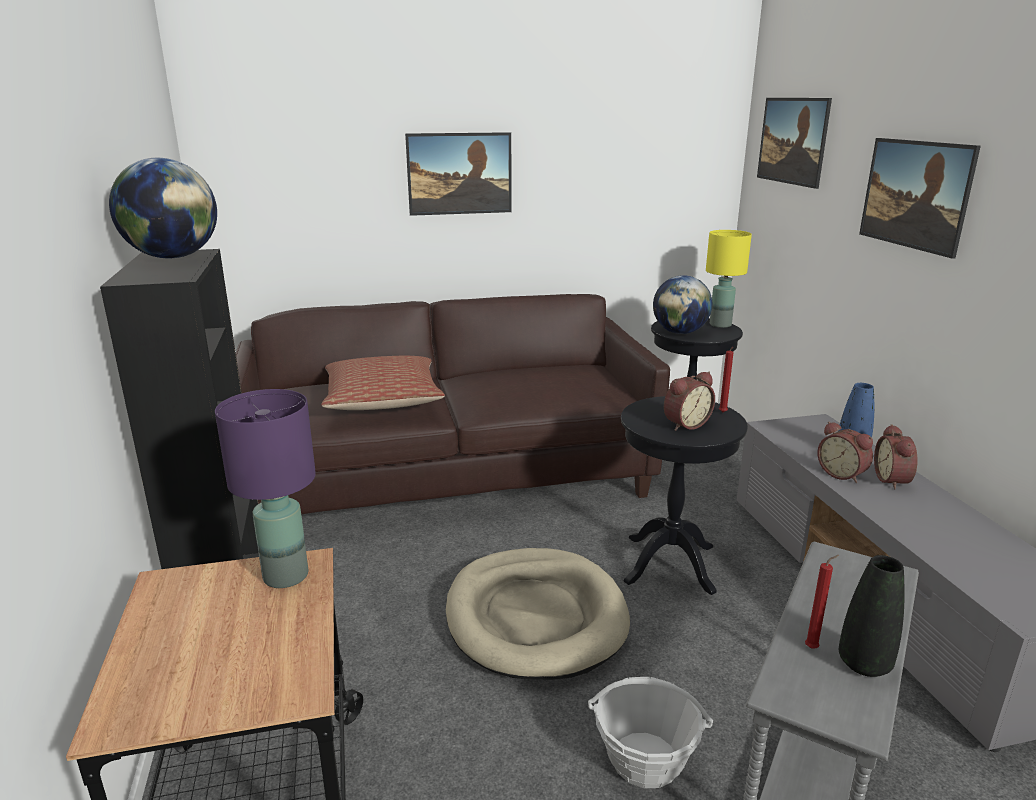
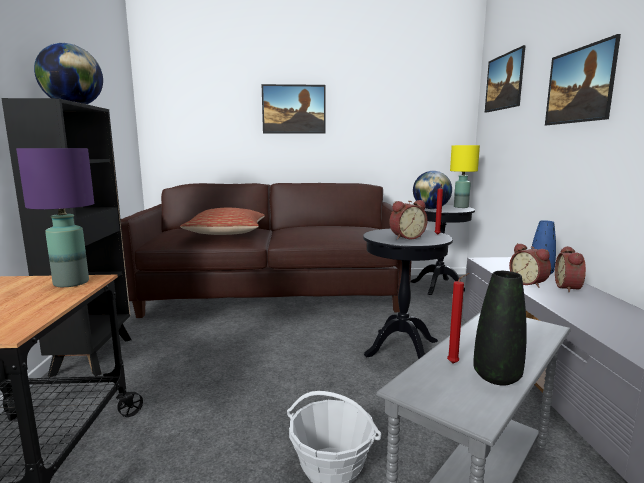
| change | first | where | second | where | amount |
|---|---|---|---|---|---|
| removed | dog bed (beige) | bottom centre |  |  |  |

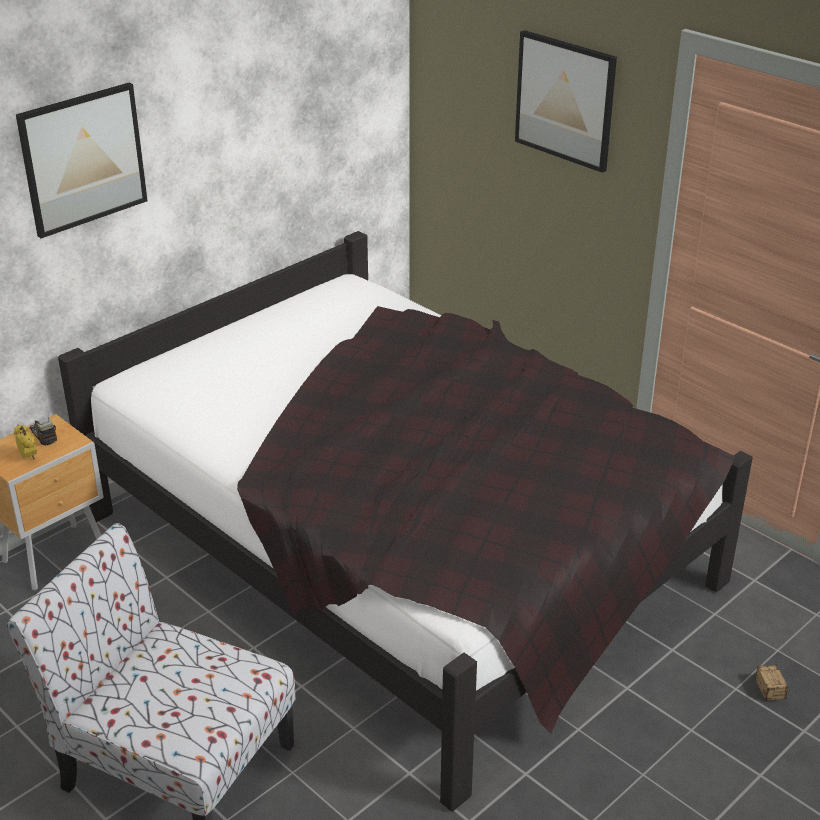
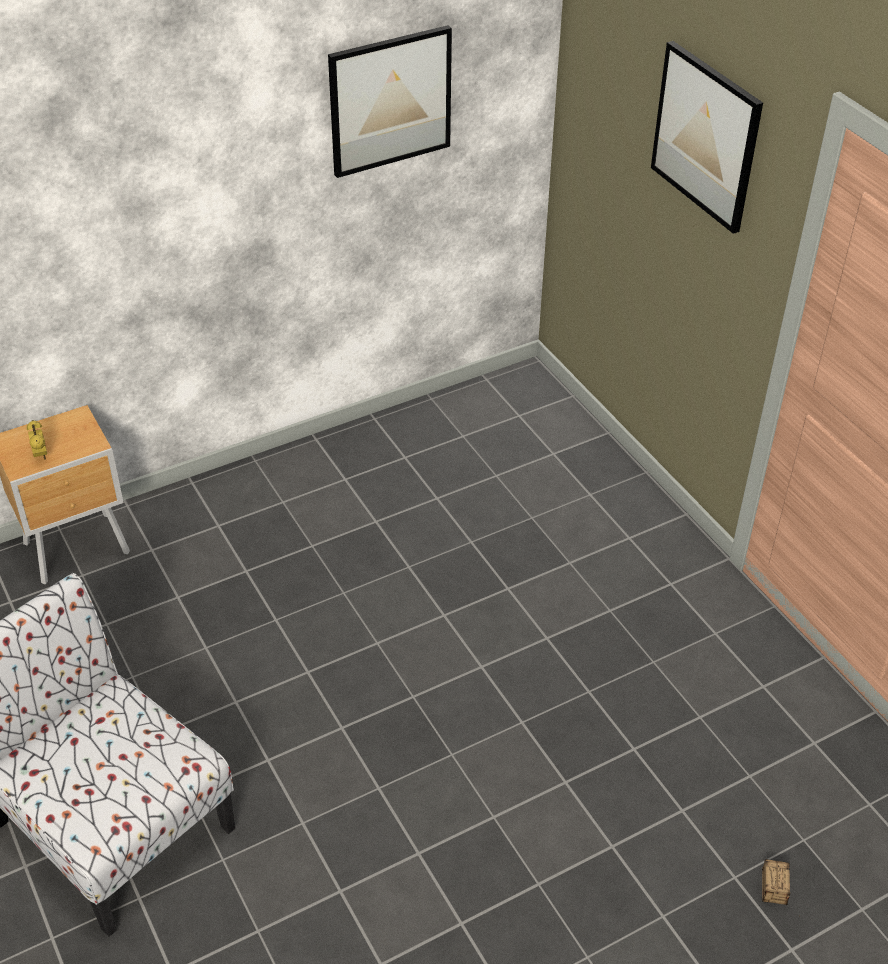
| change | first | where | second | where | amount |
|---|---|---|---|---|---|
| moved | picture (1st from left) | top left |  | top centre |  |
| removed | toy truck | middle left |  |  |  |
| removed | bed (black) | centre |  |  |  |

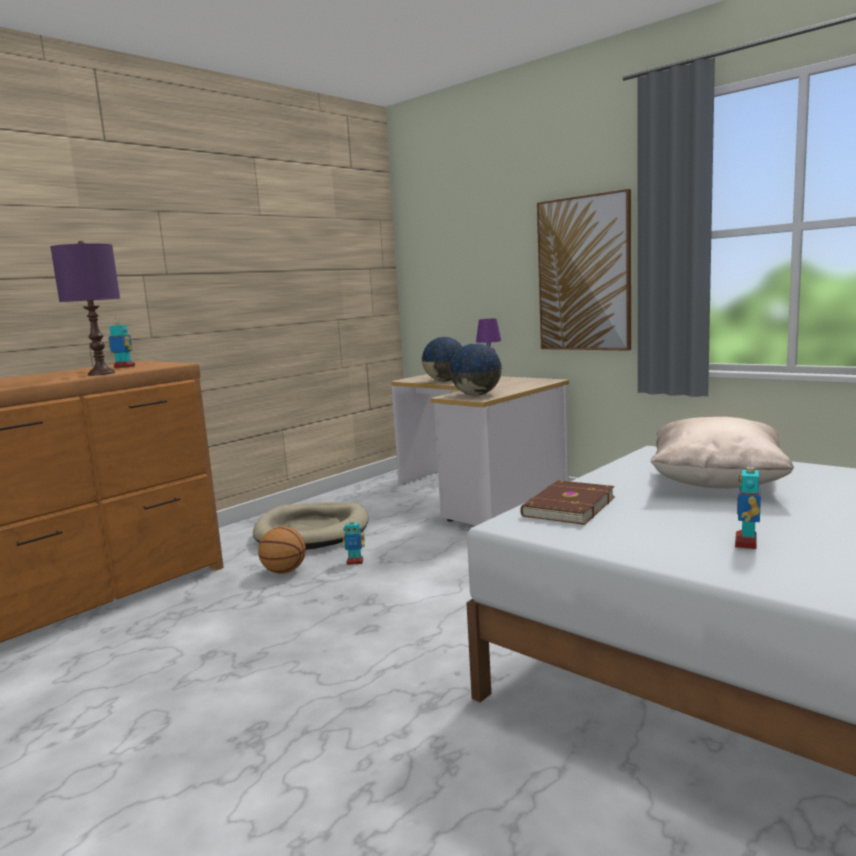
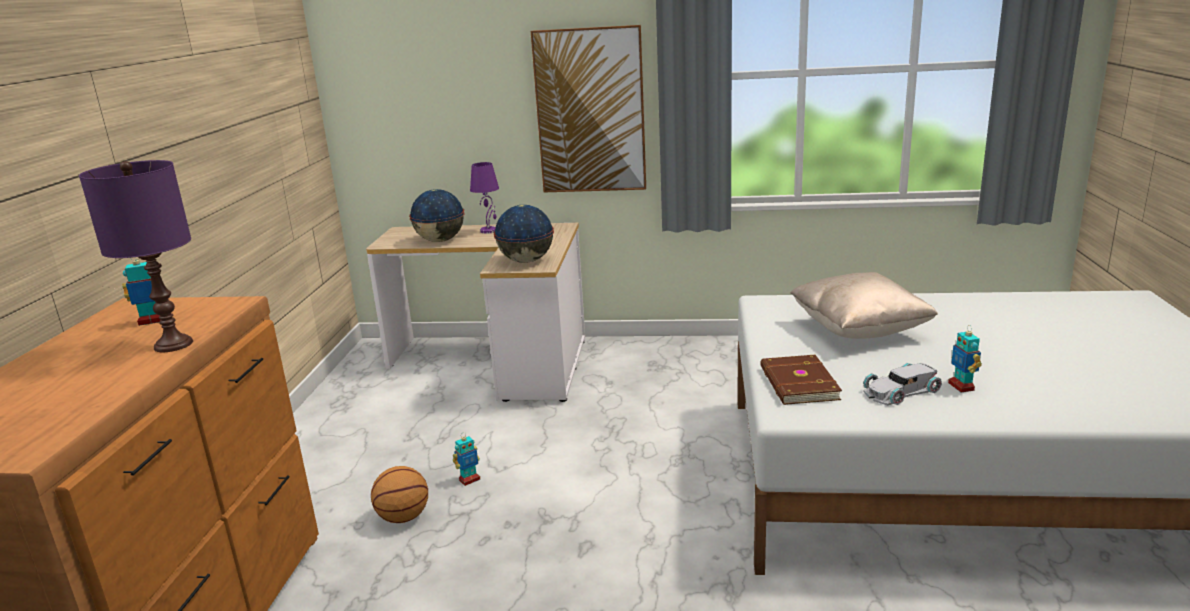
| change | first | where | second | where | amount |
|---|---|---|---|---|---|
| removed | dog bed (beige) | centre |  |  |  |
| added |  |  | toy car (white) | middle right |  |

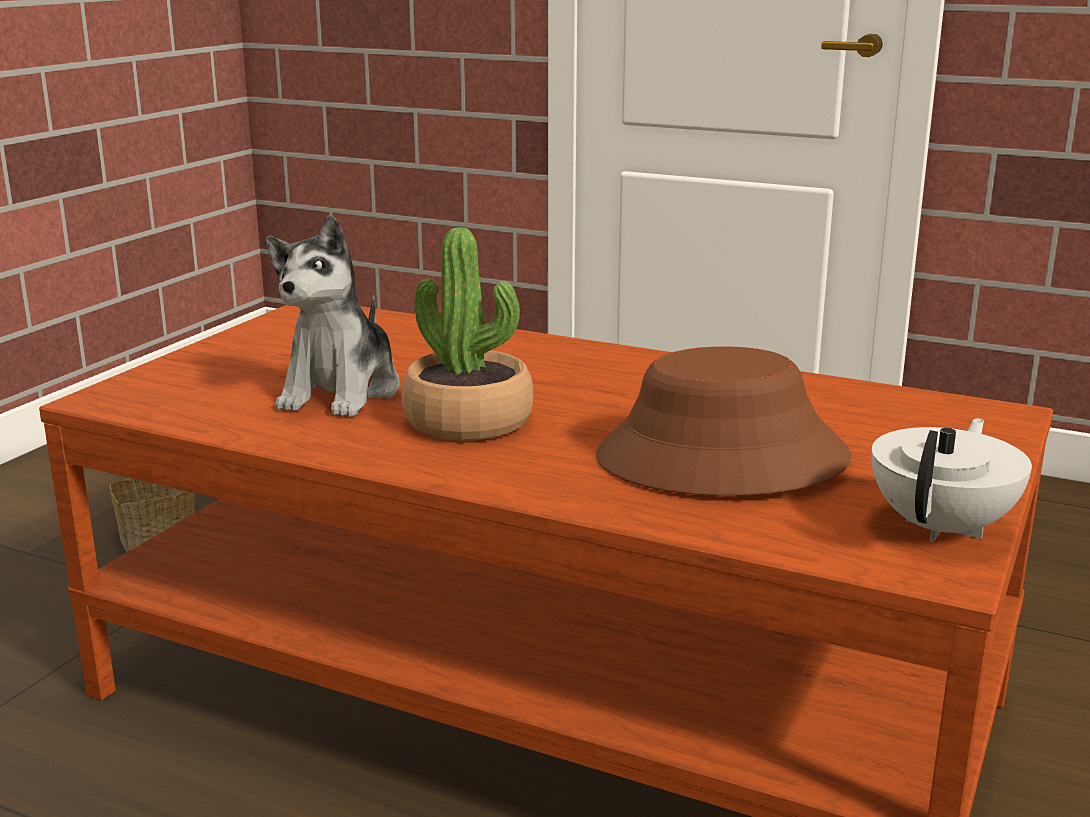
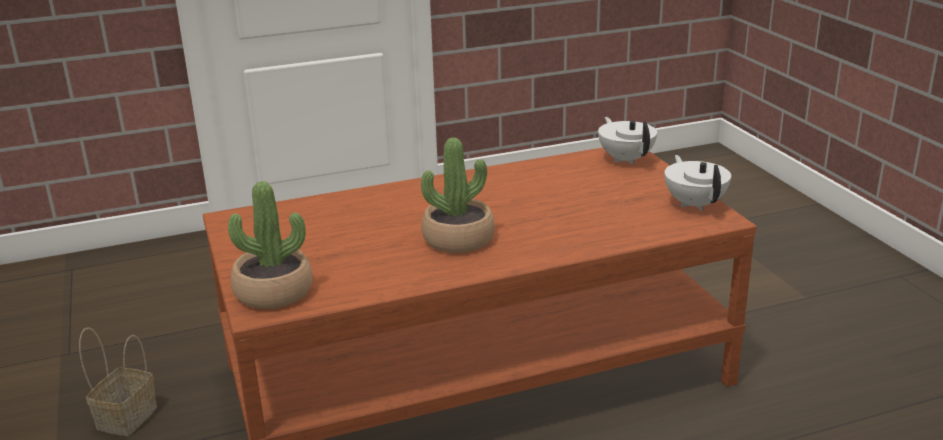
| change | first | where | second | where | amount |
|---|---|---|---|---|---|
| removed | plush toy | middle left |  |  |  |
| removed | hat (brown) | centre |  |  |  |
| added |  |  | potted plant (1st from left) | middle left |  |
| added |  |  | teapot (white) (1st from left) | top centre |  |

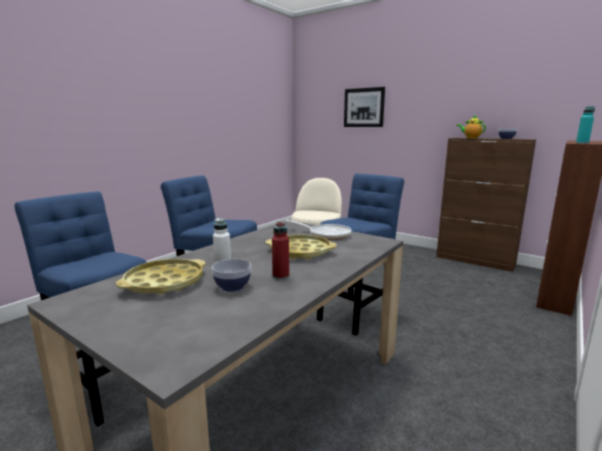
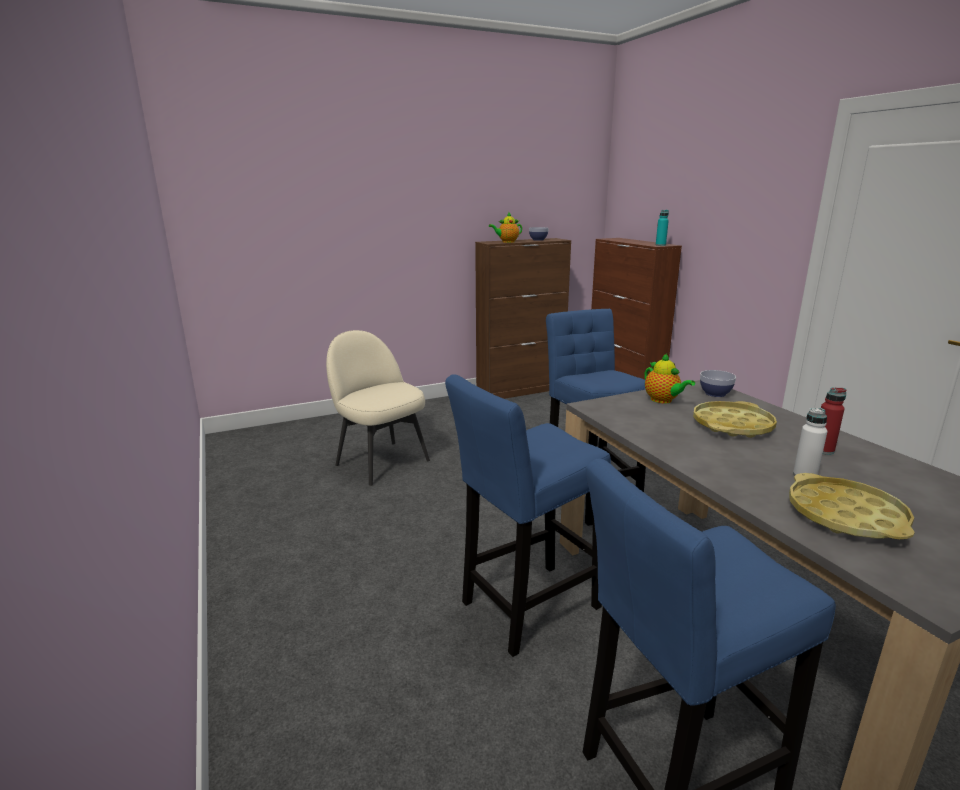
| change | first | where | second | where | amount |
|---|---|---|---|---|---|
| moved | bowl (1st from left in the first image) | centre | bowl (2nd from left) | middle right |  |
| replaced | frying pan | centre | teapot (2nd from left) | middle right |  |
| removed | picture | top centre |  |  |  |

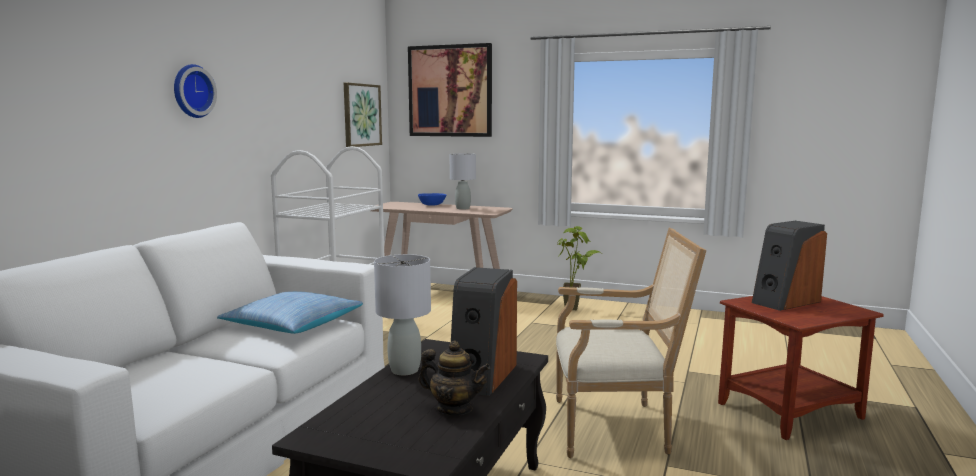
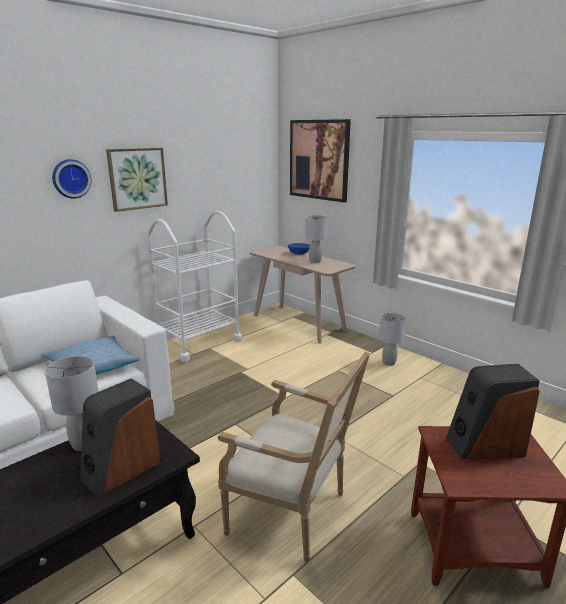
| change | first | where | second | where | amount |
|---|---|---|---|---|---|
| moved | picture (1st from left) | top centre |  | top left |  |
| removed | teapot | bottom centre |  |  |  |
| replaced | potted plant | centre | table lamp (grey) (3rd from left) | middle right |  |

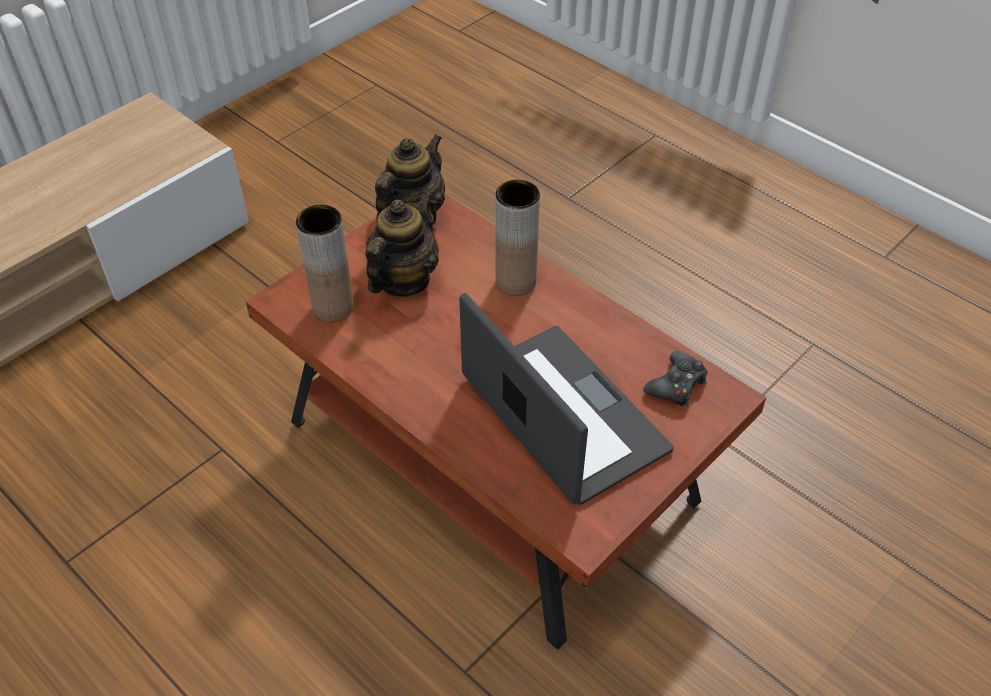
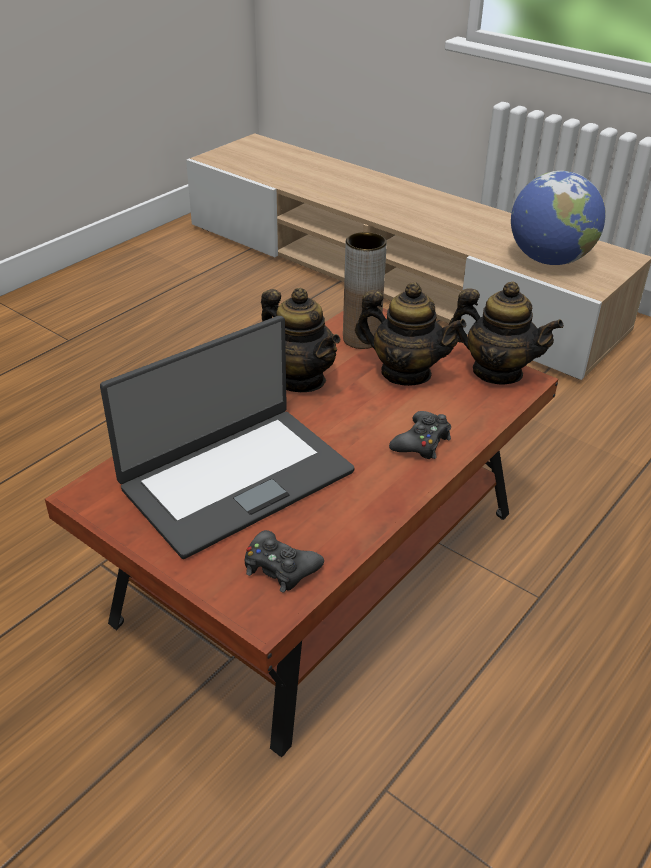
| change | first | where | second | where | amount |
|---|---|---|---|---|---|
| replaced | vase (brown) (2nd from left) | centre | game controller (black) (2nd from left) | centre |  |
| added |  |  | teapot (1st from left) | centre |  |
| added |  |  | globe | top right |  |

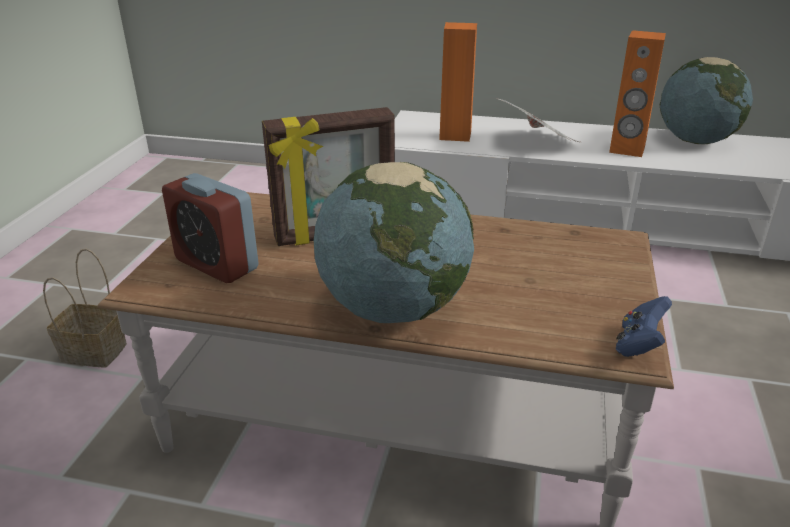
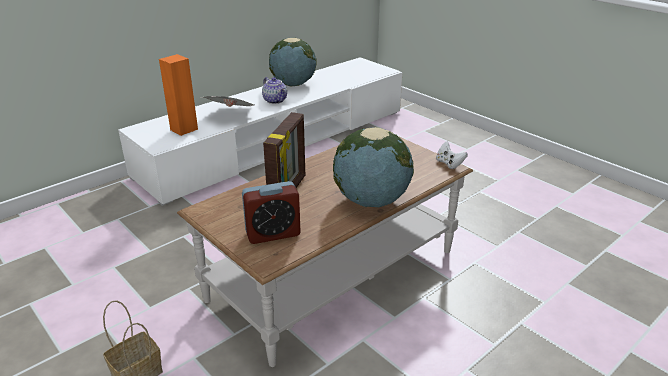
| change | first | where | second | where | amount |
|---|---|---|---|---|---|
| replaced | speaker (orange) (2nd from left) | top right | teapot | top centre |  |
| recoloured | game controller (blue) | middle right | game controller (white) | middle right |  |

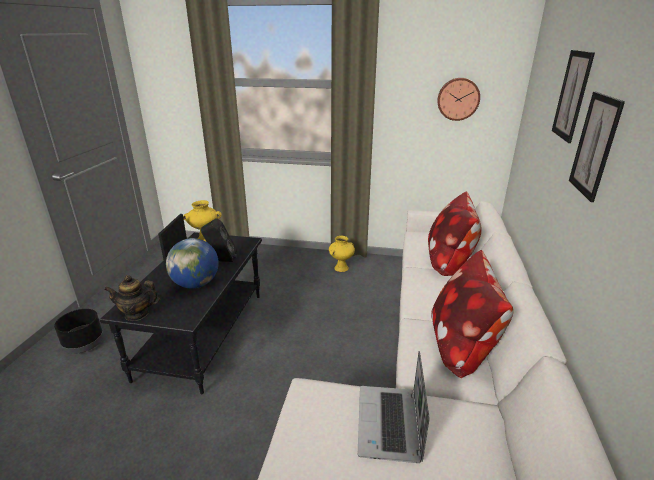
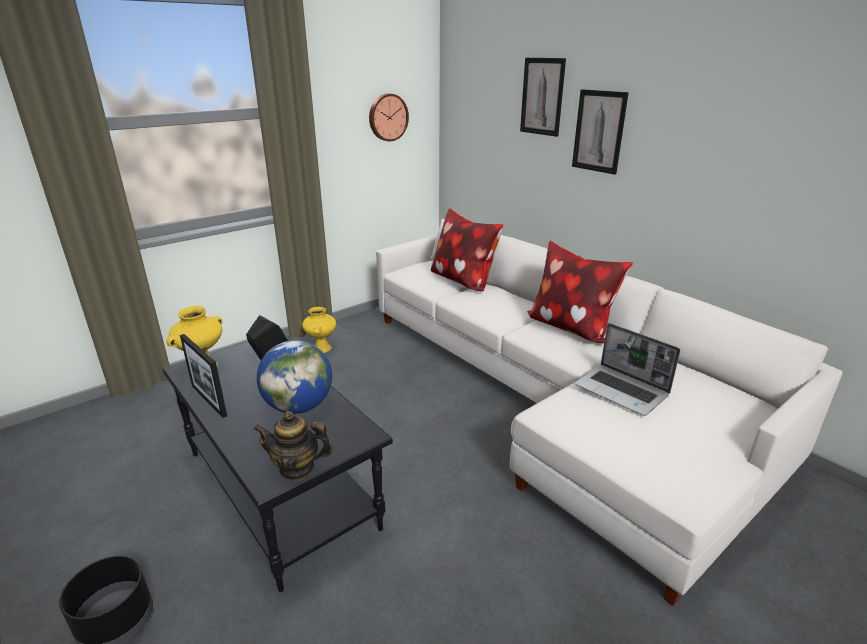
| change | first | where | second | where | amount |
|---|---|---|---|---|---|
| turned | teapot | middle left |  | bottom centre | 60 degrees clockwise |

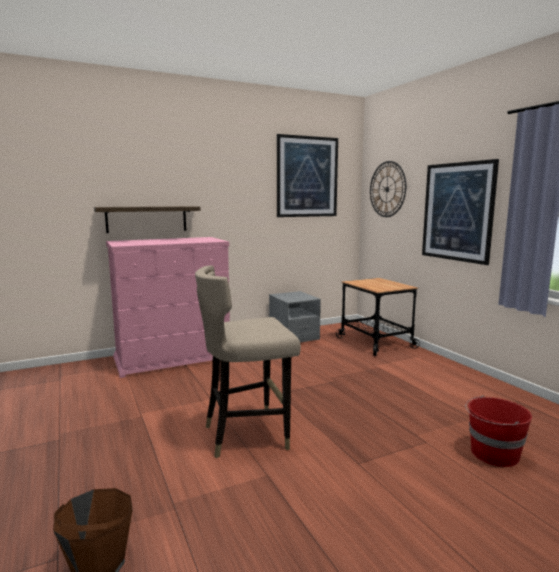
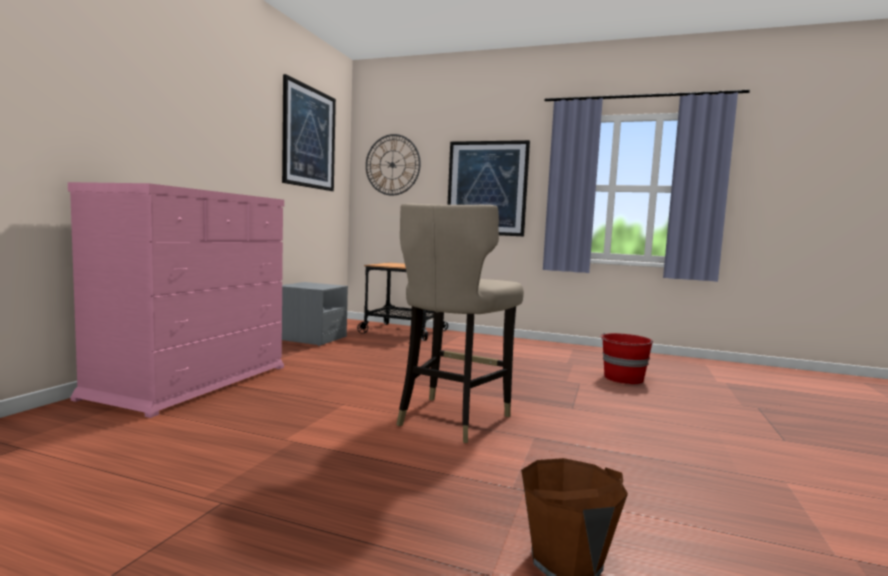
| change | first | where | second | where | amount |
|---|---|---|---|---|---|
| removed | shelf | middle left |  |  |  |

